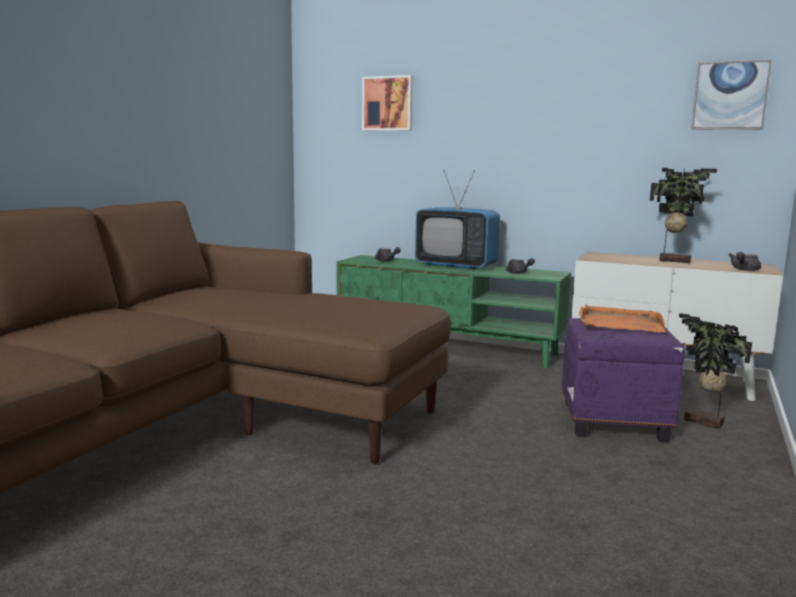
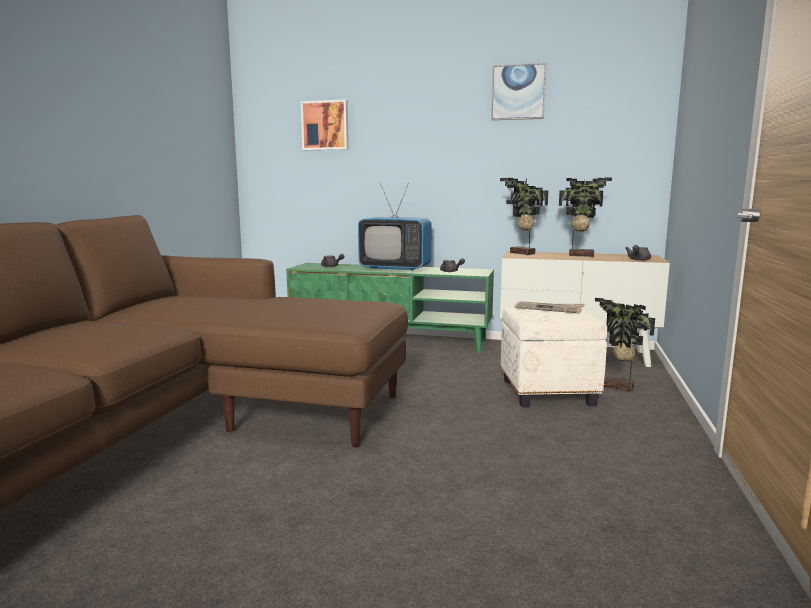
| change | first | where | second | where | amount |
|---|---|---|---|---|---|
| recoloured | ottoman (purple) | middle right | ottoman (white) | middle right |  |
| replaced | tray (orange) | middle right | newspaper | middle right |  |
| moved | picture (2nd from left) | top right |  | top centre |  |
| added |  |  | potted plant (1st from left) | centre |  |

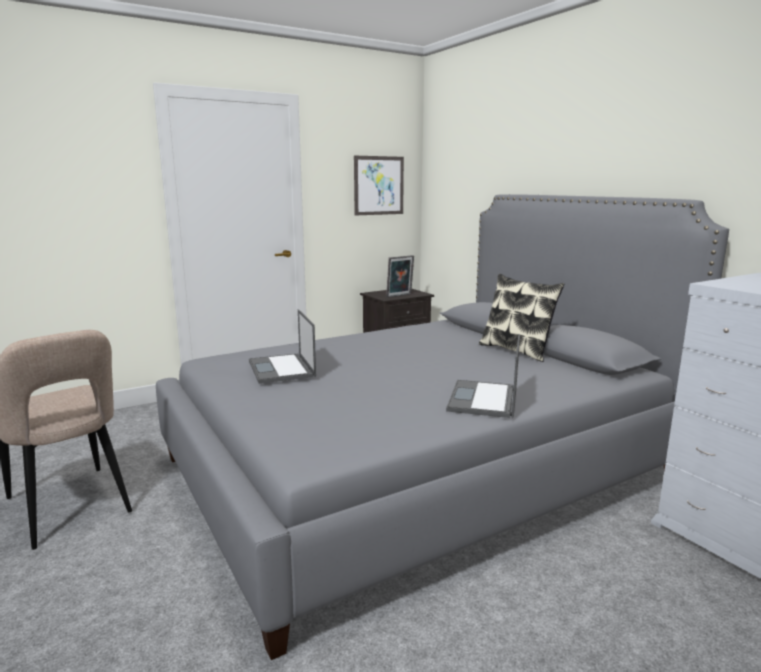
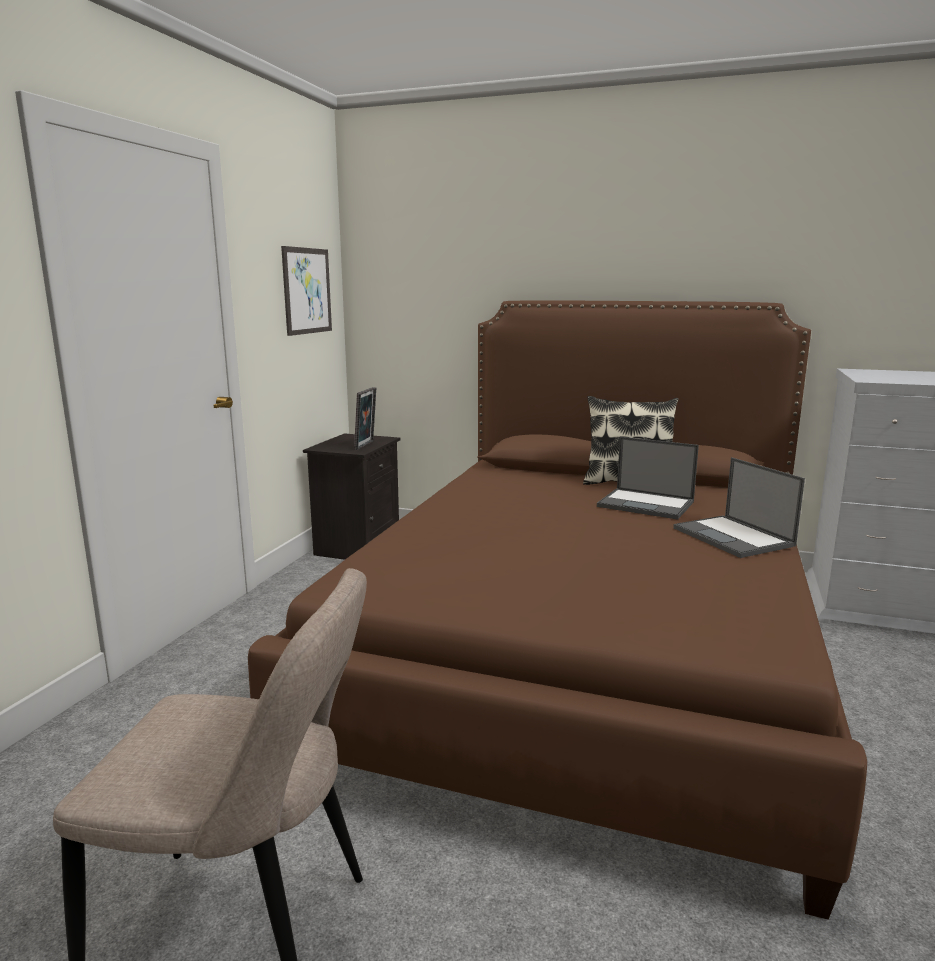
| change | first | where | second | where | amount |
|---|---|---|---|---|---|
| recoloured | bed (grey) | centre | bed (brown) | centre |  |
| moved | laptop (1st from left) | centre |  | middle right |  |

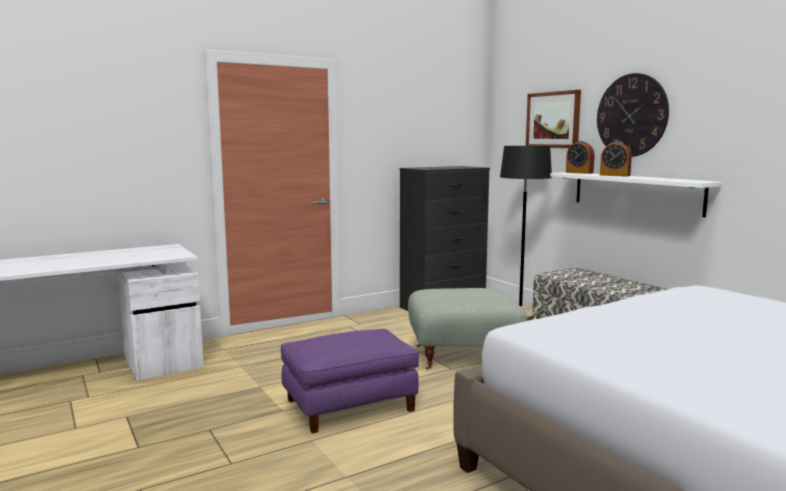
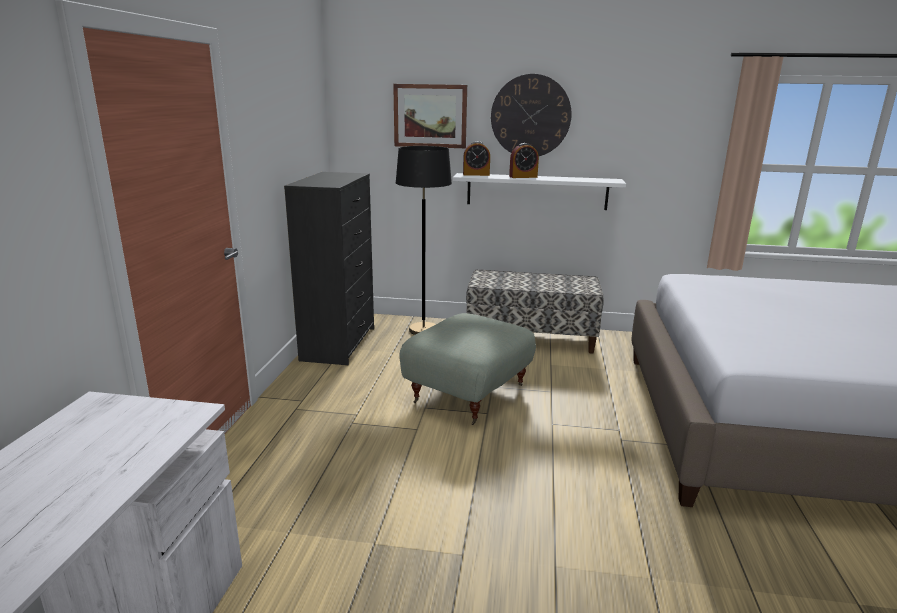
| change | first | where | second | where | amount |
|---|---|---|---|---|---|
| removed | ottoman (purple) | bottom centre |  |  |  |

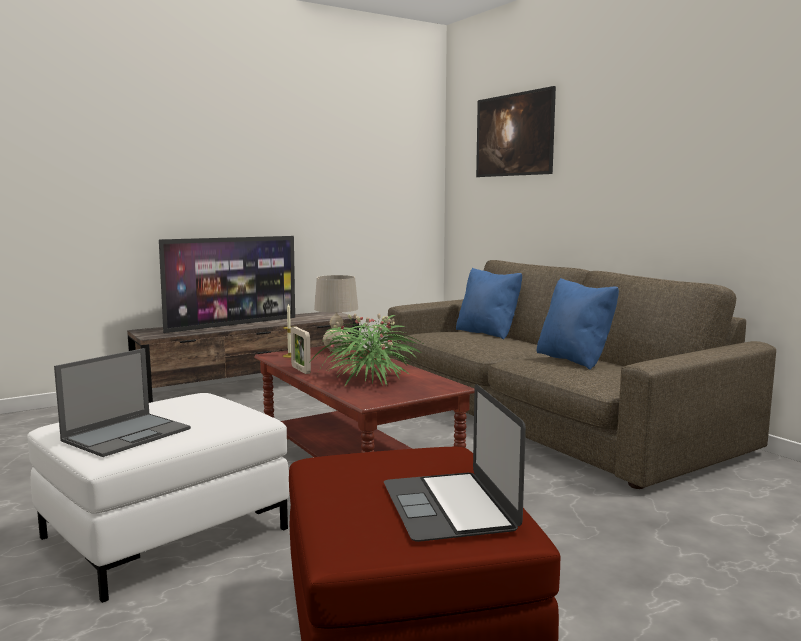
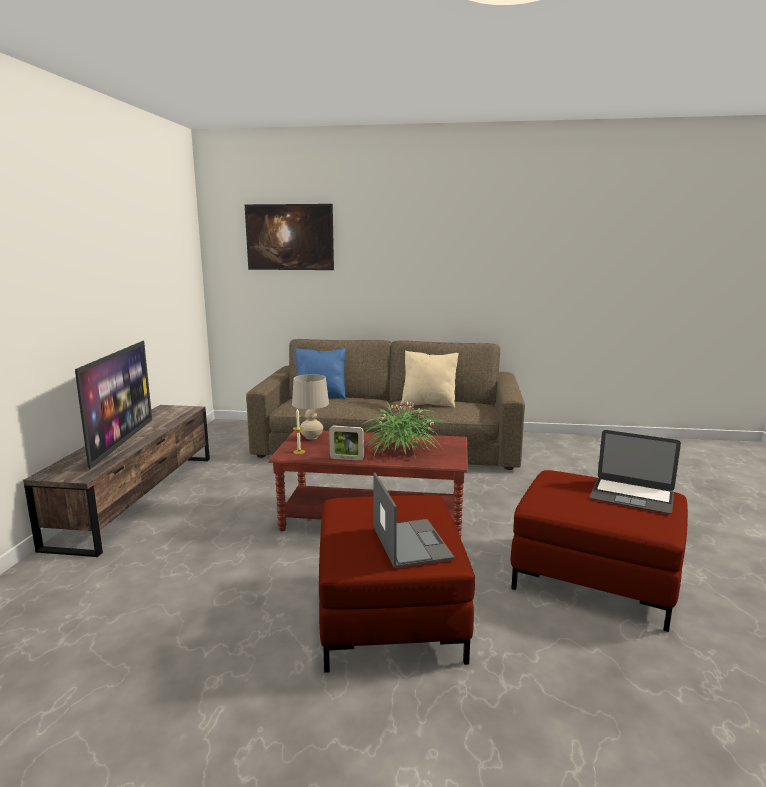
| change | first | where | second | where | amount |
|---|---|---|---|---|---|
| recoloured | ottoman (white) | bottom left | ottoman (red) (1st from left) | bottom centre |  |
| recoloured | pillow (blue) (2nd from left) | middle right | pillow (beige) | centre |  |

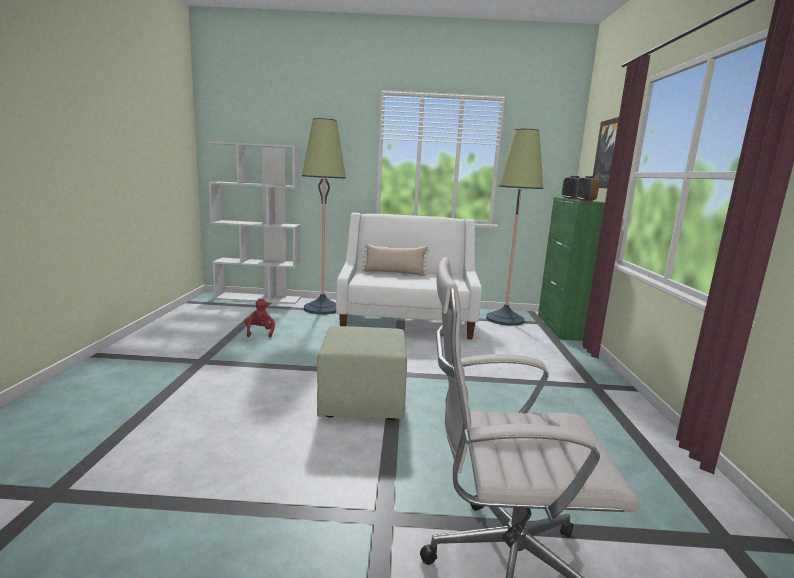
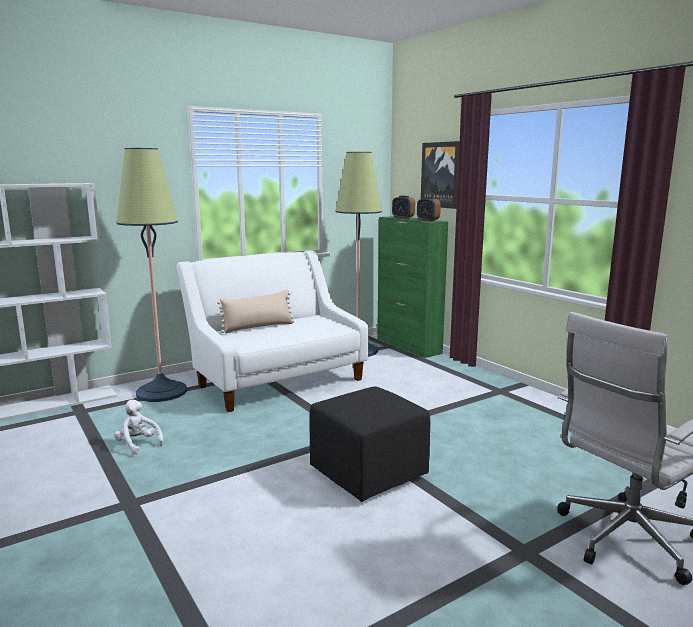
| change | first | where | second | where | amount |
|---|---|---|---|---|---|
| recoloured | plush toy (red) | middle left | plush toy (white) | bottom left |  |
| recoloured | ottoman (green) | centre | ottoman (black) | bottom centre |  |

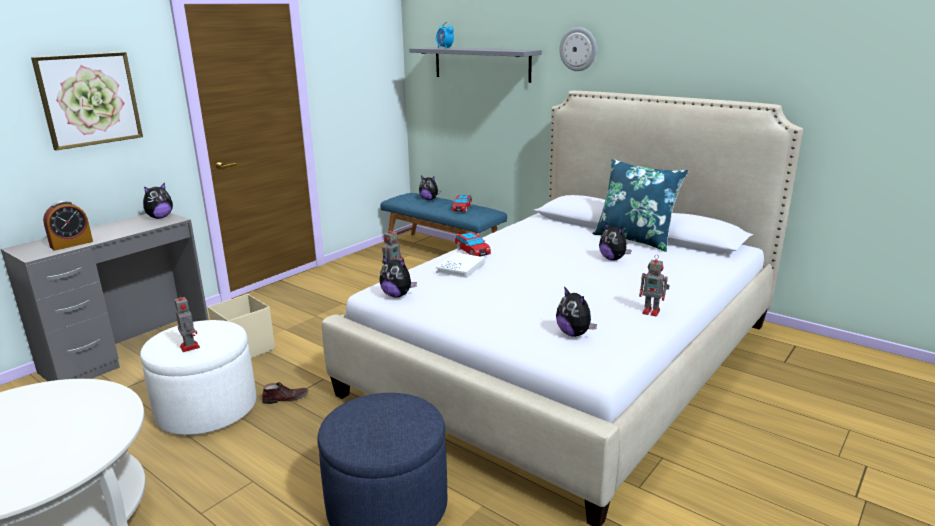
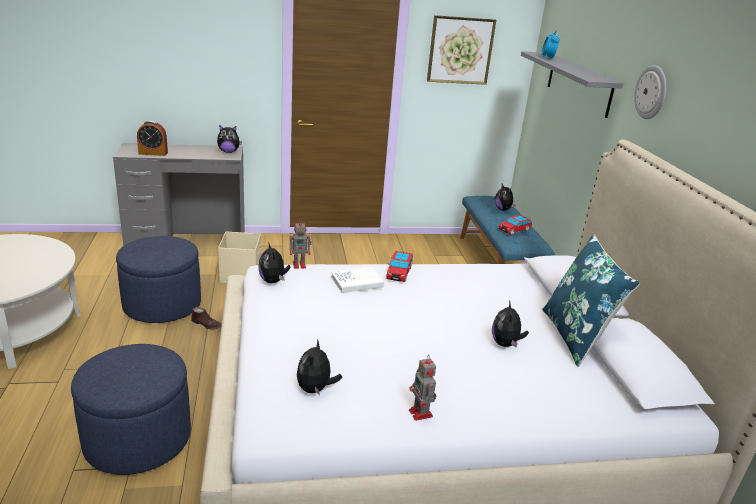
| change | first | where | second | where | amount |
|---|---|---|---|---|---|
| moved | picture | top left |  | top centre |  |
| recoloured | ottoman (white) | bottom left | ottoman (blue) (2nd from left) | middle left |  |
| removed | toy robot (1st from left) | middle left |  |  |  |

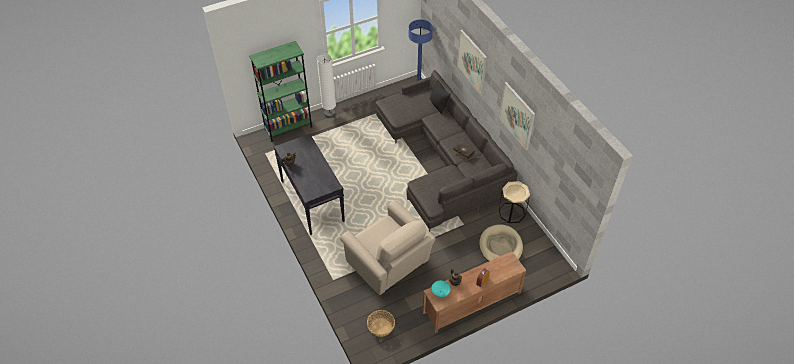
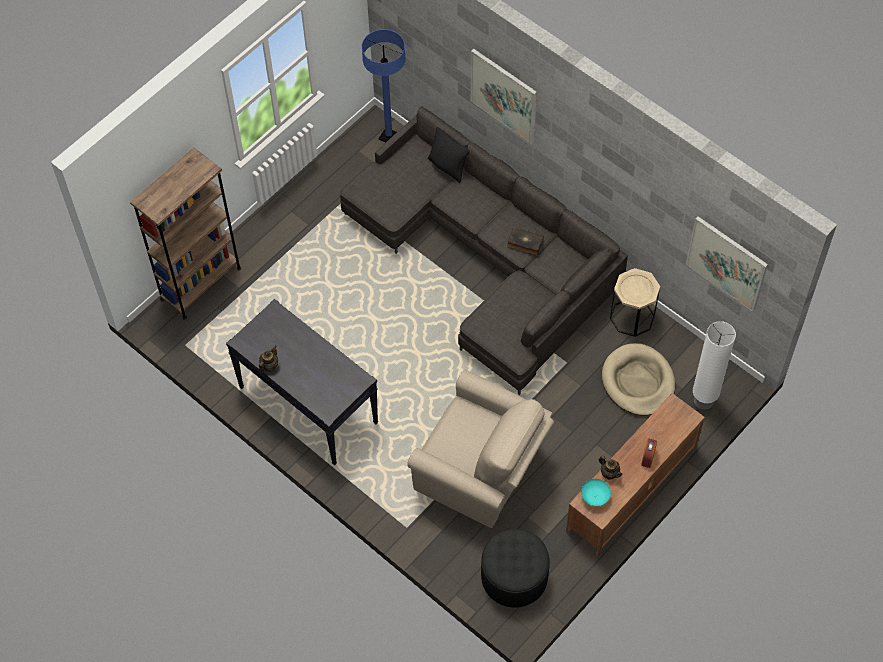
| change | first | where | second | where | amount |
|---|---|---|---|---|---|
| recoloured | bookcase (green) | top centre | bookcase (brown) | middle left |  |
| moved | floor lamp (white) | top centre |  | middle right |  |
| replaced | basket | bottom centre | ottoman (black) | bottom centre |  |
| moved | picture (2nd from left) | top centre |  | middle right |  |

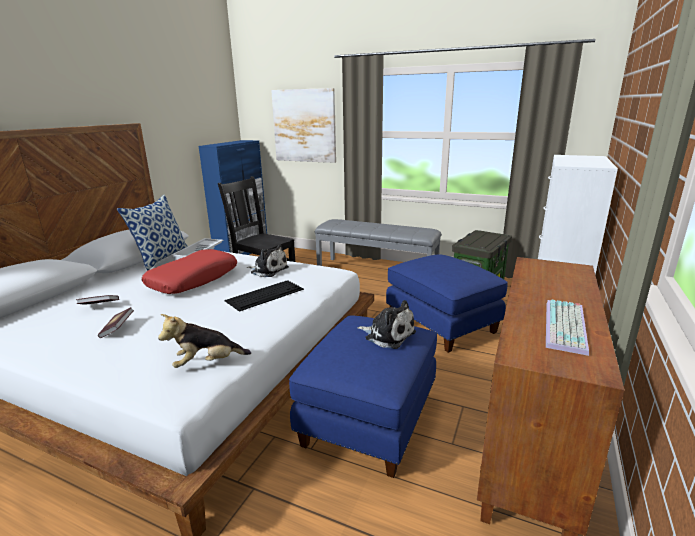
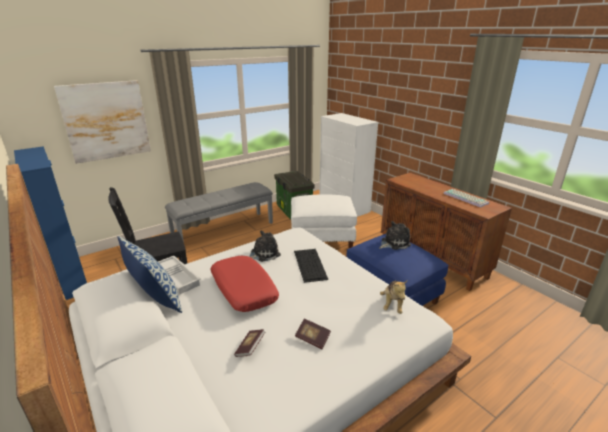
| change | first | where | second | where | amount |
|---|---|---|---|---|---|
| recoloured | ottoman (blue) (2nd from left) | centre | ottoman (white) | centre |  |

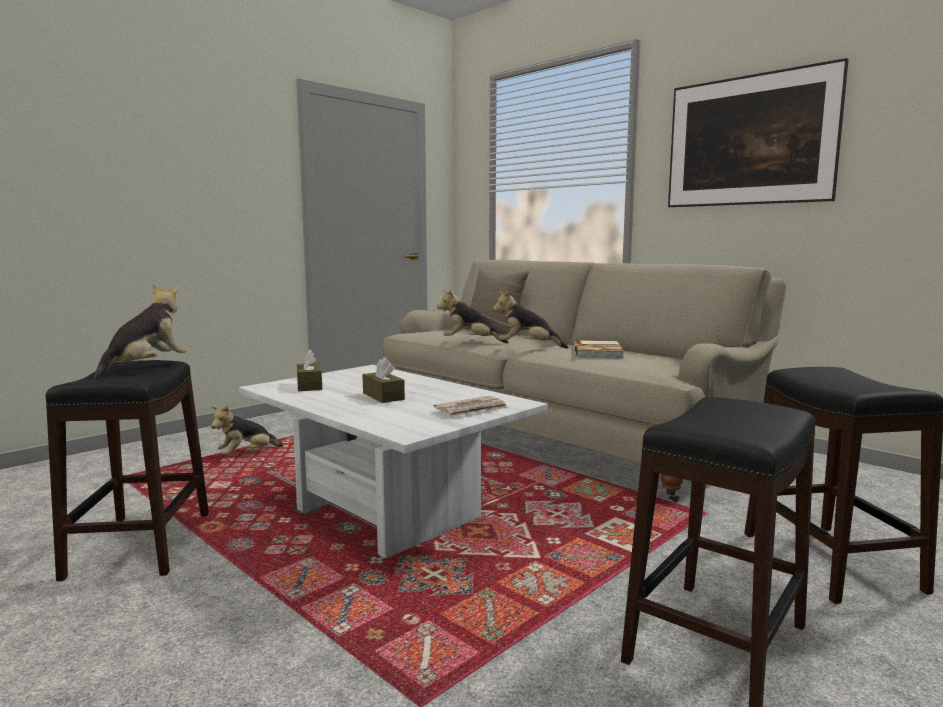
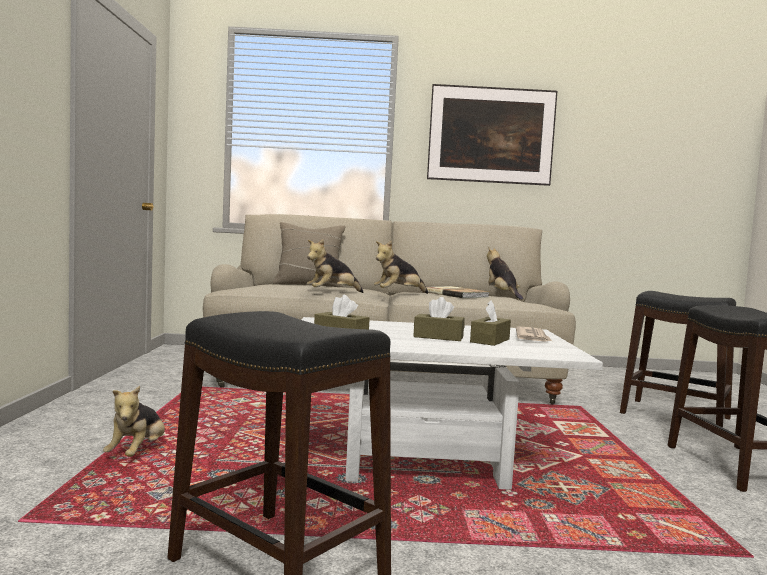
| change | first | where | second | where | amount |
|---|---|---|---|---|---|
| moved | plush toy (1st from left in the first image) | middle left | plush toy (4th from left) | centre |  |
| added |  |  | tissue box (brown) (3rd from left) | centre |  |

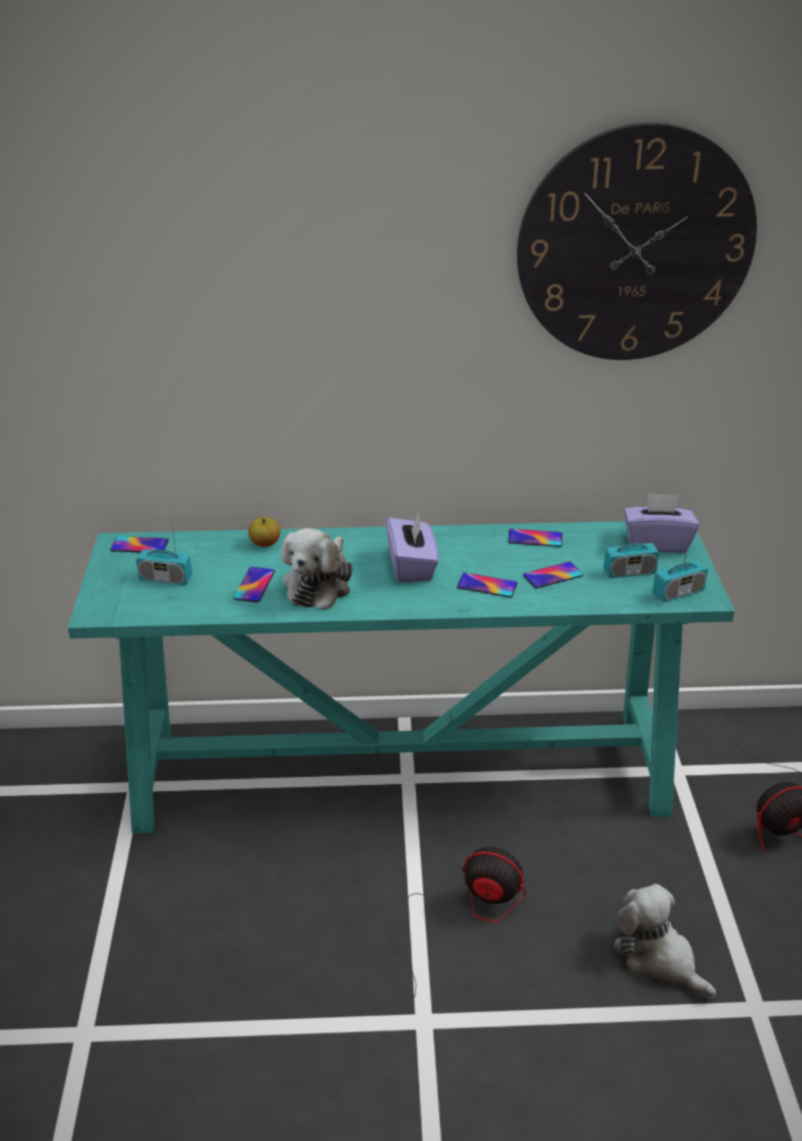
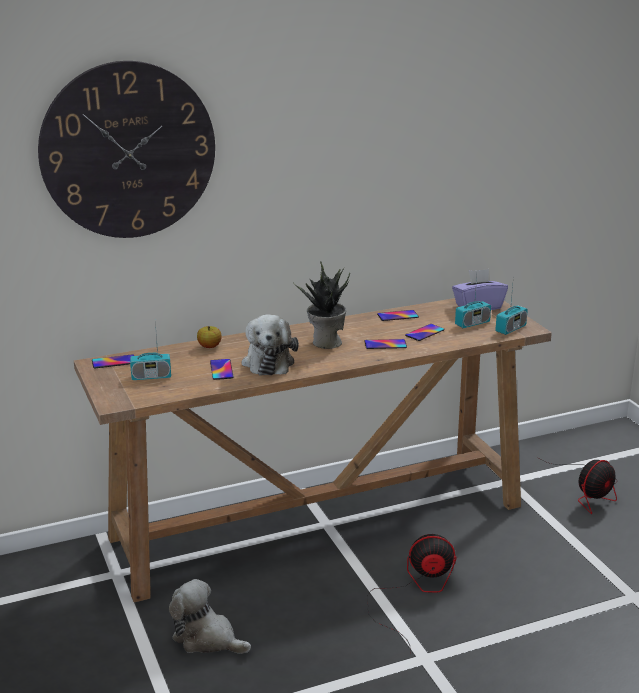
| change | first | where | second | where | amount |
|---|---|---|---|---|---|
| recoloured | console table (turquoise) | centre | console table (brown) | centre |  |
| replaced | tissue box (purple) (1st from left) | centre | potted plant | centre |  |
| moved | wall clock | top right |  | top left |  |
| moved | plush toy (2nd from left in the first image) | bottom right | plush toy (1st from left) | bottom left |  |

